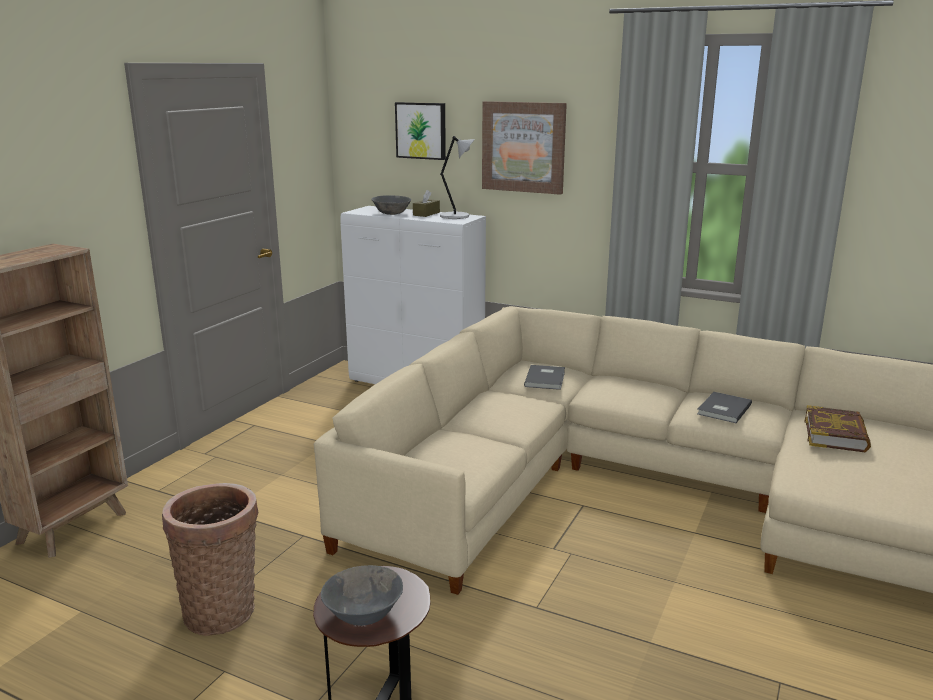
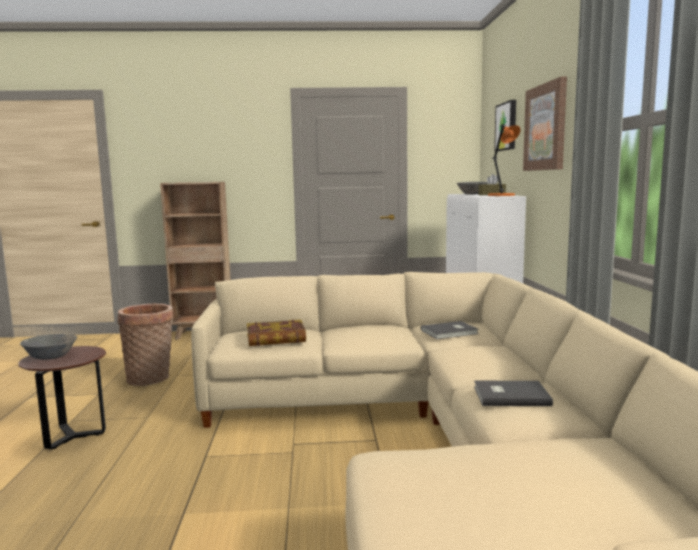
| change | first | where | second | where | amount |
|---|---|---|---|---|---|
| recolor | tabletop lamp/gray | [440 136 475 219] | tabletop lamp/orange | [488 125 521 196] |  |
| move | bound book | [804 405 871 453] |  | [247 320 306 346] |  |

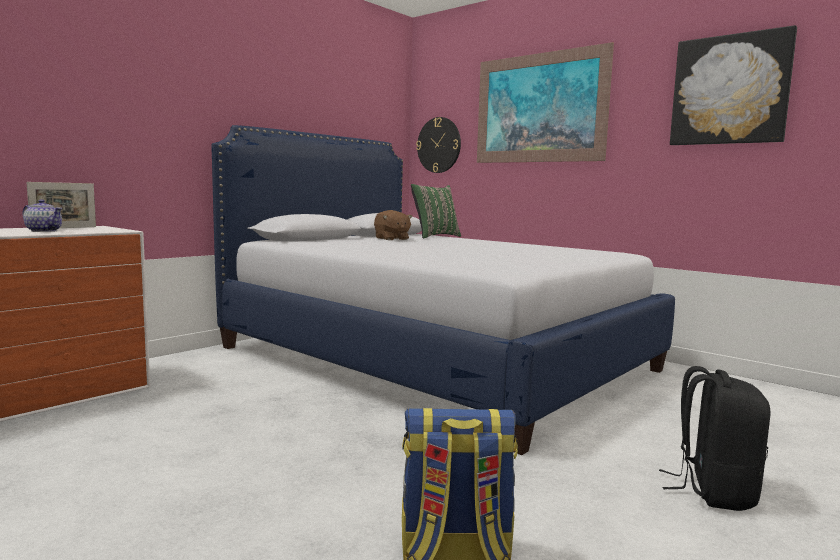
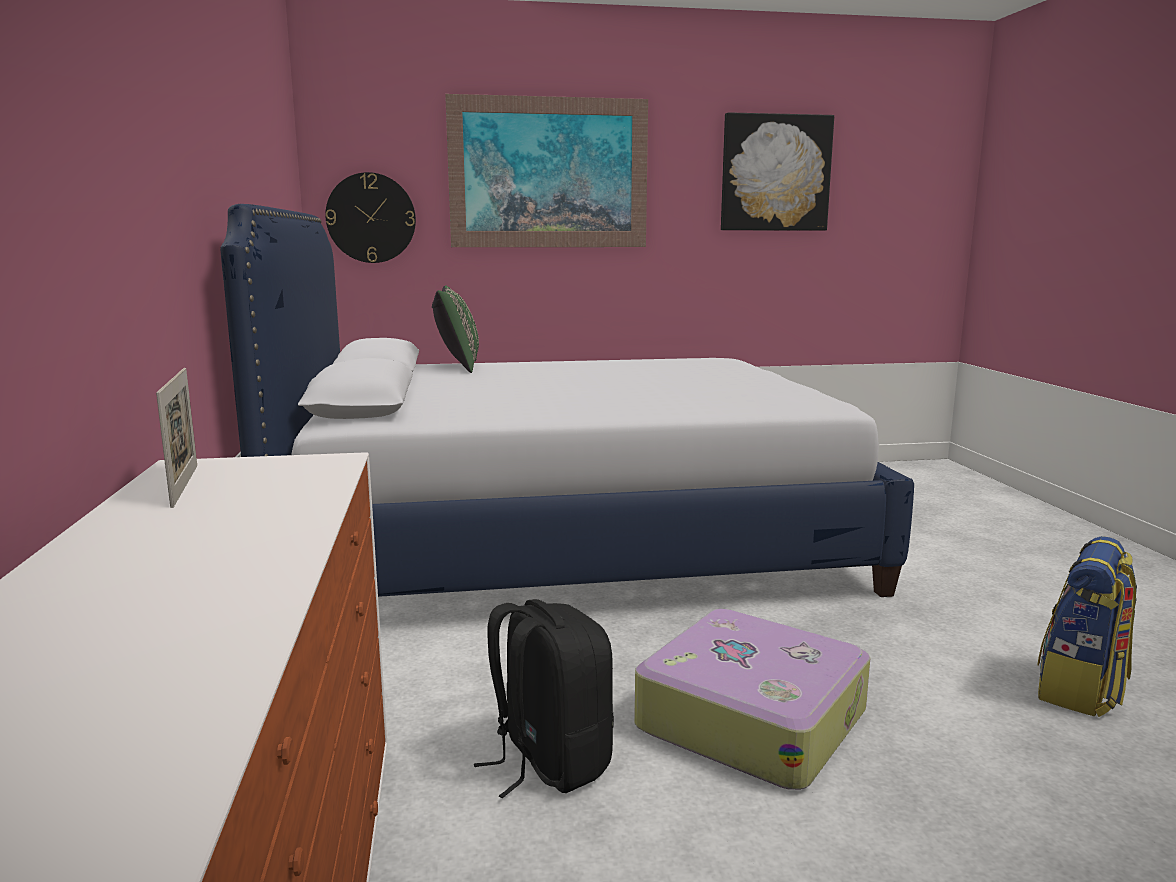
| change | first | where | second | where | amount |
|---|---|---|---|---|---|
| delete | tea pot | [23 199 62 232] |  |  |  |
| delete | plush toy/brown-coloured | [374 210 412 240] |  |  |  |
| move | rucksack/black | [659 366 770 511] |  | [474 599 614 798] |  |
| insert |  |  | suitcase | [634 609 870 790] |  |

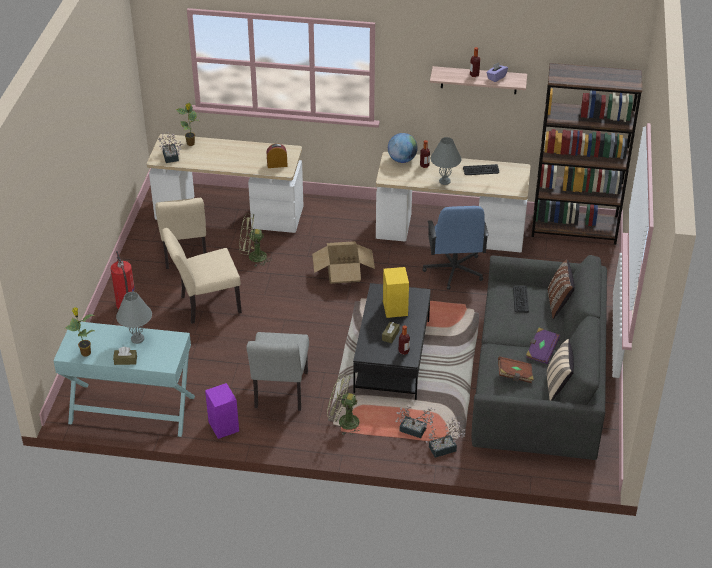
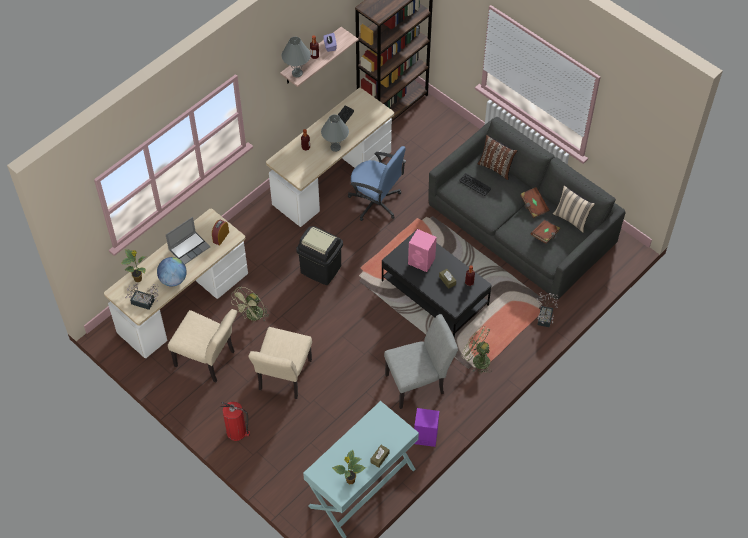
| change | first | where | second | where | amount |
|---|---|---|---|---|---|
| move | tabletop lamp/gray | [116 292 152 344] |  | [282 37 311 77] |  |
| rotate | plain chair/gray | [246 332 309 411] |  | [384 314 458 409] | 60 degrees counterclockwise |
| replace | carton | [312 241 375 284] | rubbish bin/black | [296 226 343 285] |  |
| rotate | electric fan/green-coloured | [327 374 361 435] |  | [462 326 490 374] | 75 degrees clockwise |
| recolor | loudspeaker/yellow | [383 267 409 318] | loudspeaker/pink-coloured | [408 229 437 272] |  |
| move | globe | [388 133 418 163] |  | [157 257 187 287] |  |
| delete | potted plant | [395 406 435 438] |  |  |  |
| recolor | bound book/purplish | [526 328 560 364] | bound book/brown-coloured | [520 187 549 218] |  |
| insert |  |  | portable computer | [166 217 210 264] |  |

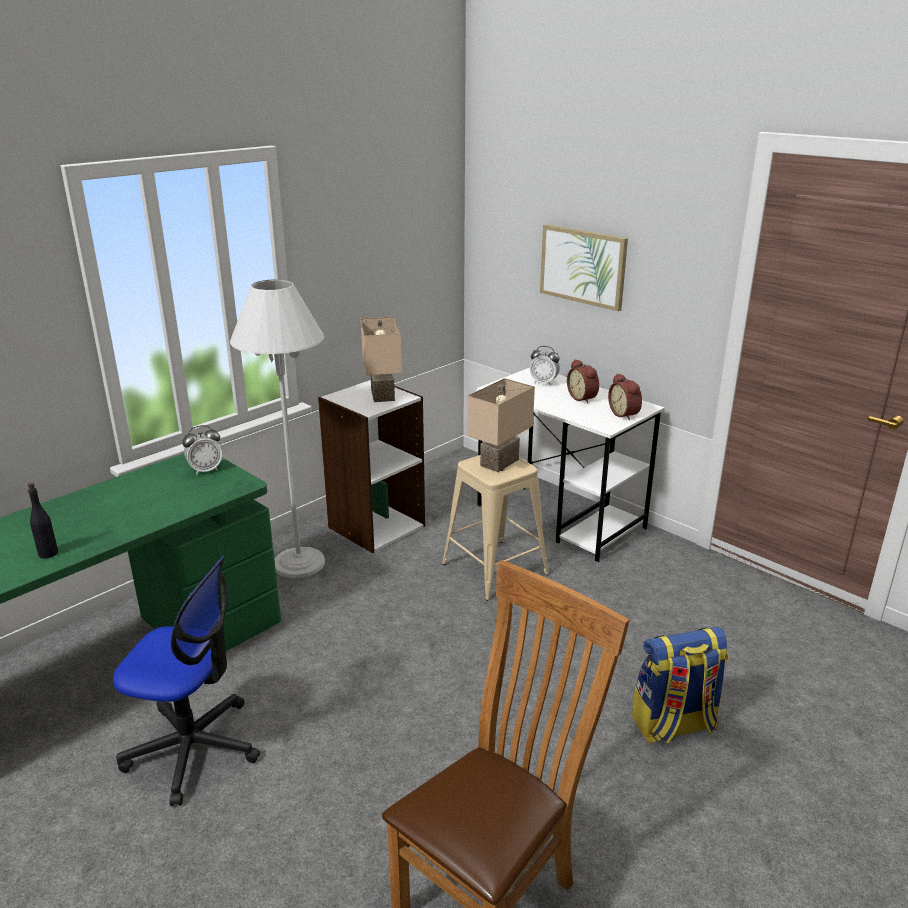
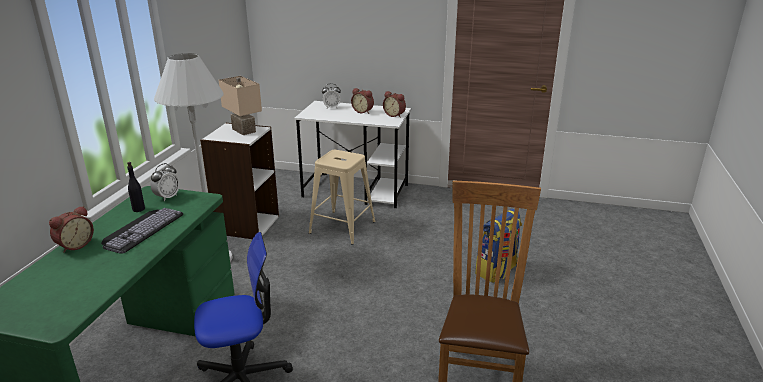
| change | first | where | second | where | amount |
|---|---|---|---|---|---|
| move | drink bottle/black | [28 482 58 559] |  | [127 162 145 212] |  |
| delete | tabletop lamp/sand-coloured | [467 378 535 472] |  |  |  |
| delete | wall picture | [540 224 628 311] |  |  |  |
| insert |  |  | bedside clock | [49 206 94 253] |  |
| insert |  |  | keyboard | [101 208 183 253] |  |

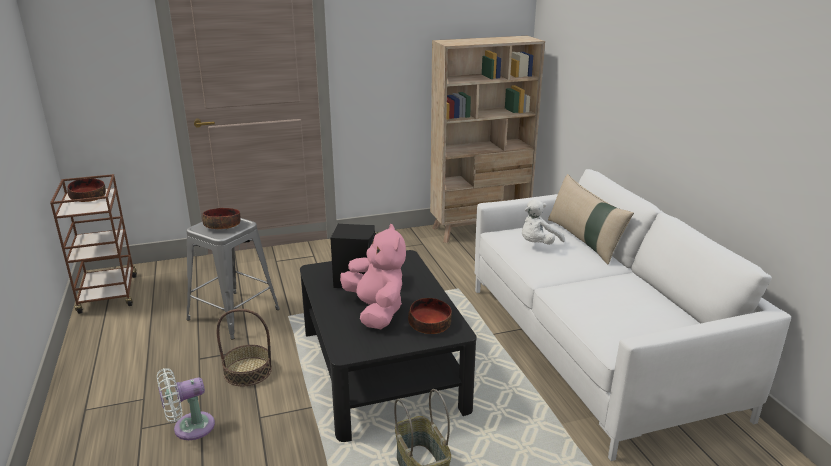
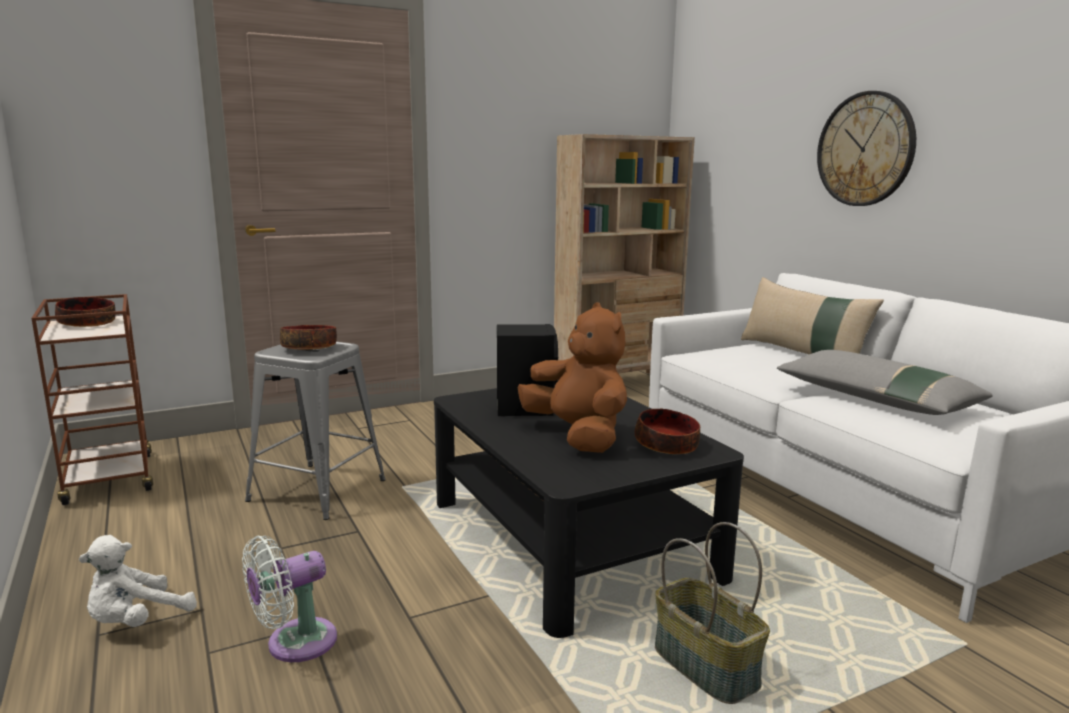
| change | first | where | second | where | amount |
|---|---|---|---|---|---|
| delete | basket | [217 309 272 386] |  |  |  |
| recolor | plush toy/pink-coloured | [340 224 406 329] | plush toy/brown-coloured | [517 302 627 453] |  |
| move | plush toy/white | [522 199 565 245] |  | [79 535 197 627] |  |
| insert |  |  | pillow/gray | [777 350 993 415] |  |
| insert |  |  | clock on the wall | [817 91 916 206] |  |

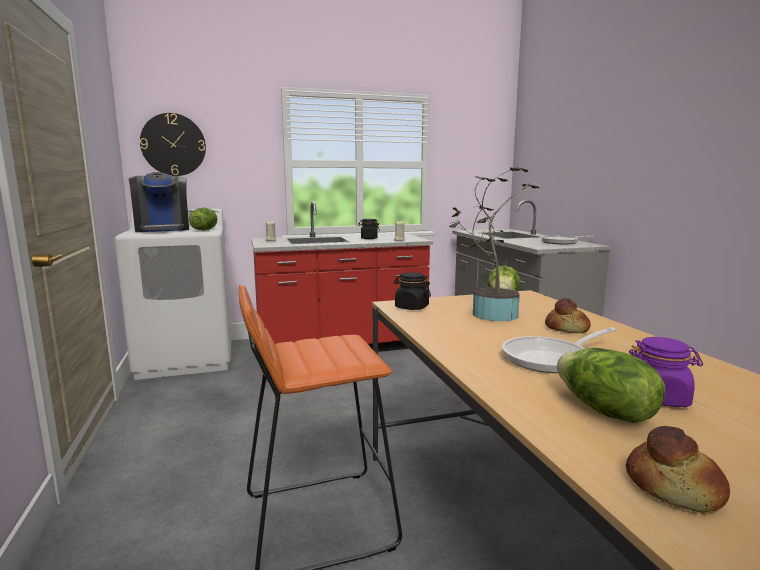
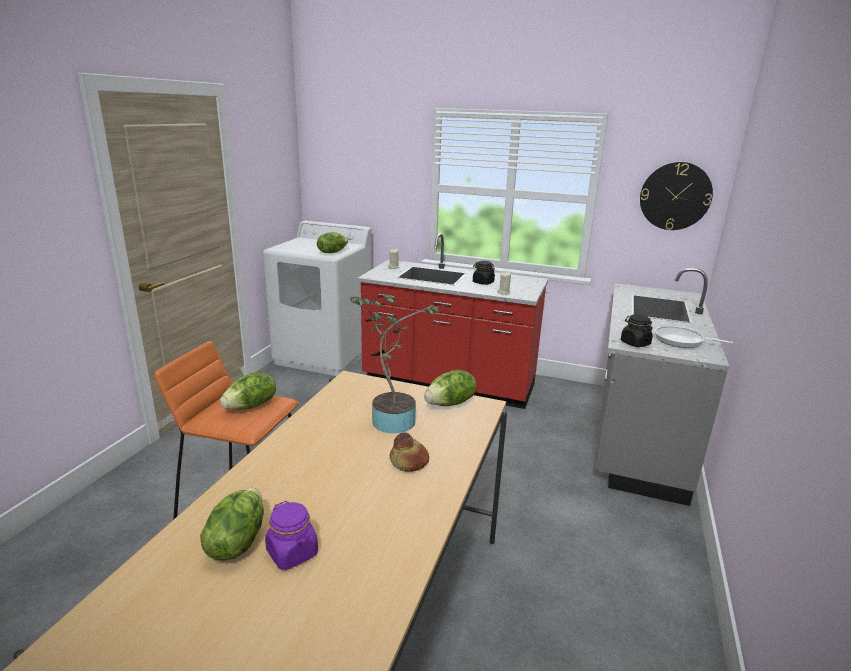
| change | first | where | second | where | amount |
|---|---|---|---|---|---|
| delete | coffee brewer | [129 172 189 232] |  |  |  |
| move | clock on the wall | [140 113 206 176] |  | [640 162 713 230] |  |
| move | jar/black | [394 272 431 310] |  | [621 314 653 347] |  |
| delete | skillet | [502 327 617 373] |  |  |  |
| delete | bakery bread | [626 426 730 513] |  |  |  |
| insert |  |  | lettuce head | [220 372 276 410] |  |

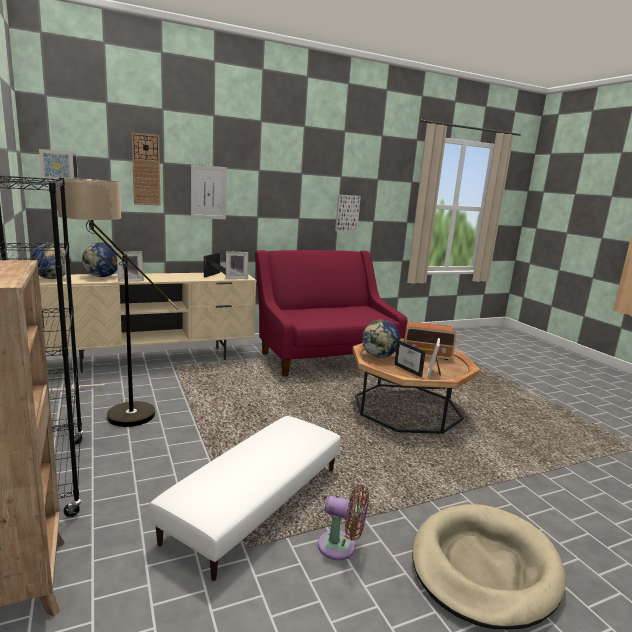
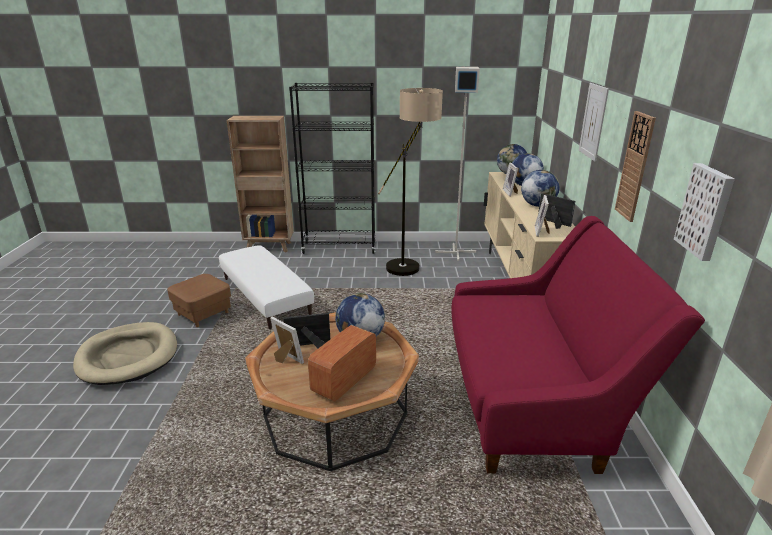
| change | first | where | second | where | amount |
|---|---|---|---|---|---|
| move | clock on the wall | [132 133 160 206] |  | [615 111 656 222] |  |
| replace | electric fan/brown-coloured | [318 485 369 560] | ottoman/brown-coloured | [167 274 231 327] |  |
| insert |  |  | globe | [521 170 559 207] |  |

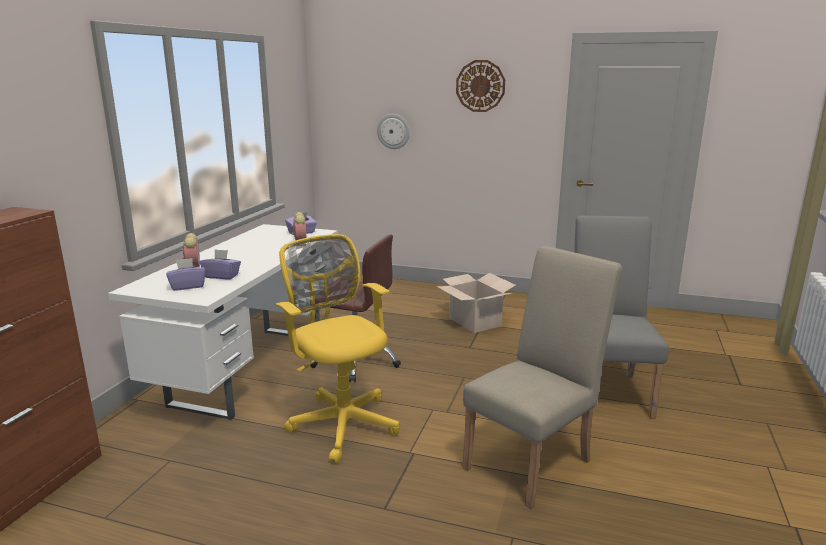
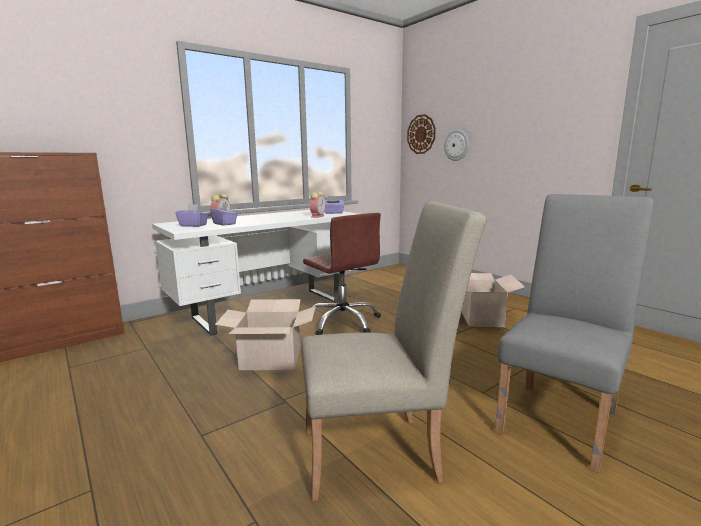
| change | first | where | second | where | amount |
|---|---|---|---|---|---|
| replace | desk chair/yellow | [275 234 399 463] | carton | [215 299 316 370] |  |
| move | clock on the wall | [456 60 505 112] |  | [407 114 436 154] |  |

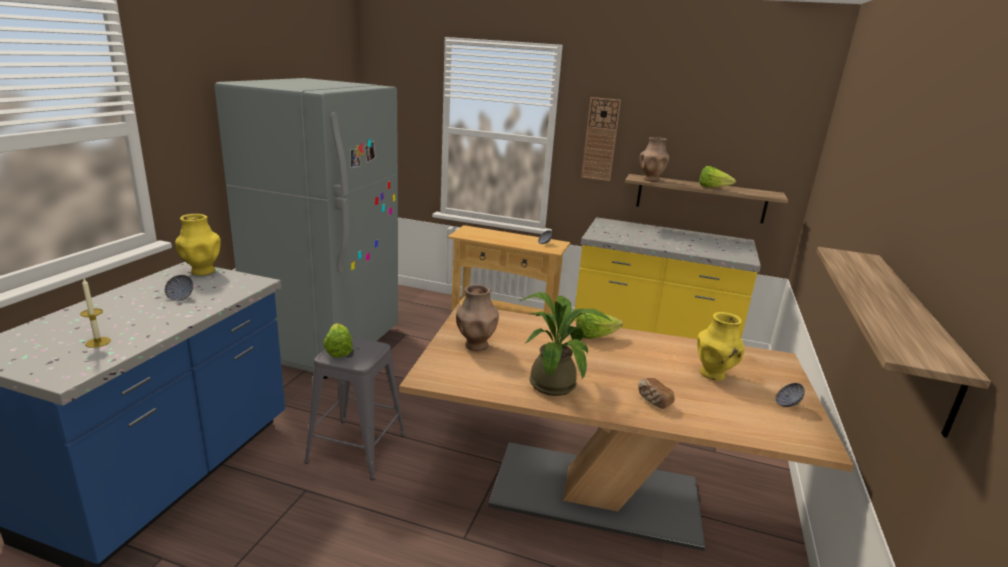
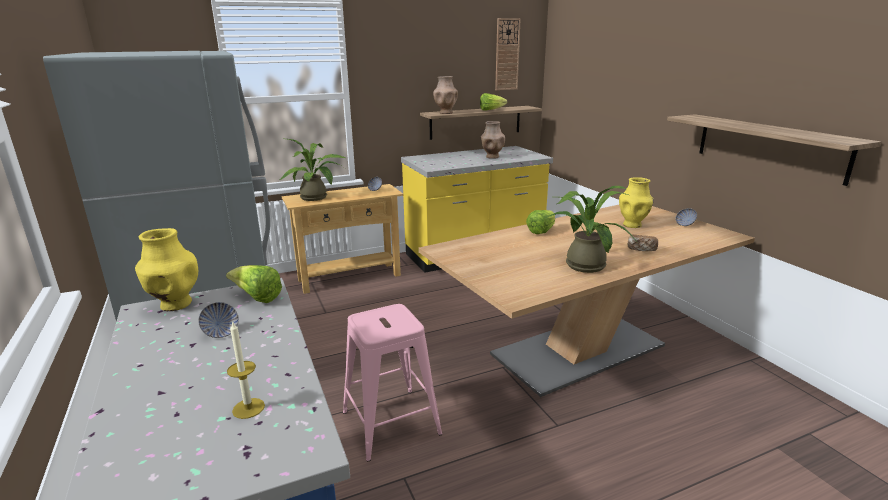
| change | first | where | second | where | amount |
|---|---|---|---|---|---|
| recolor | stool seat/gray | [304 337 405 480] | stool seat/pink-coloured | [343 304 442 461] |  |
| move | lettuce head | [323 323 353 358] |  | [226 265 282 303] |  |
| move | vase/brown-coloured | [456 284 499 351] |  | [481 121 505 159] |  |
| move | clock on the wall | [581 97 621 181] |  | [495 18 521 90] |  |
| insert |  |  | potted plant | [280 138 345 201] |  |

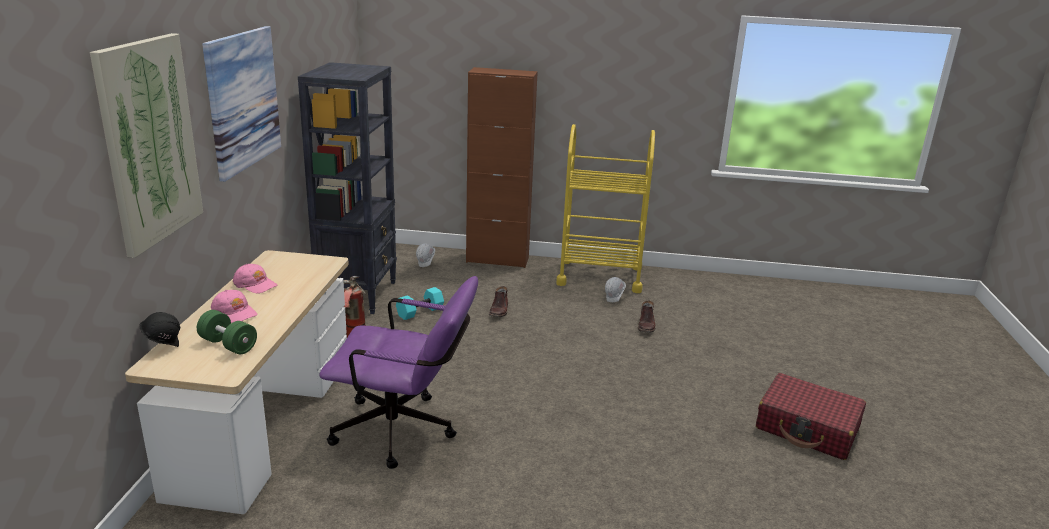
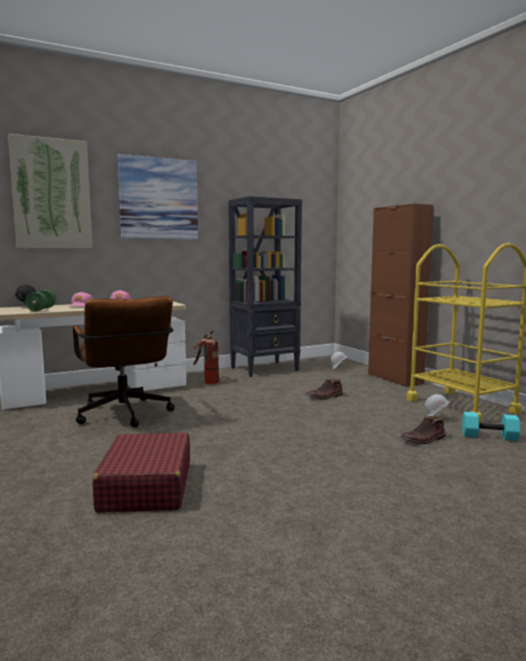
| change | first | where | second | where | amount |
|---|---|---|---|---|---|
| recolor | desk chair/purplish | [319 276 478 469] | desk chair/brown-coloured | [73 296 175 427] |  |
| move | dumbbell/blue-green | [396 287 444 320] |  | [462 412 520 441] |  |
| move | suitcase/reddish | [756 373 866 460] |  | [92 433 190 513] |  |

